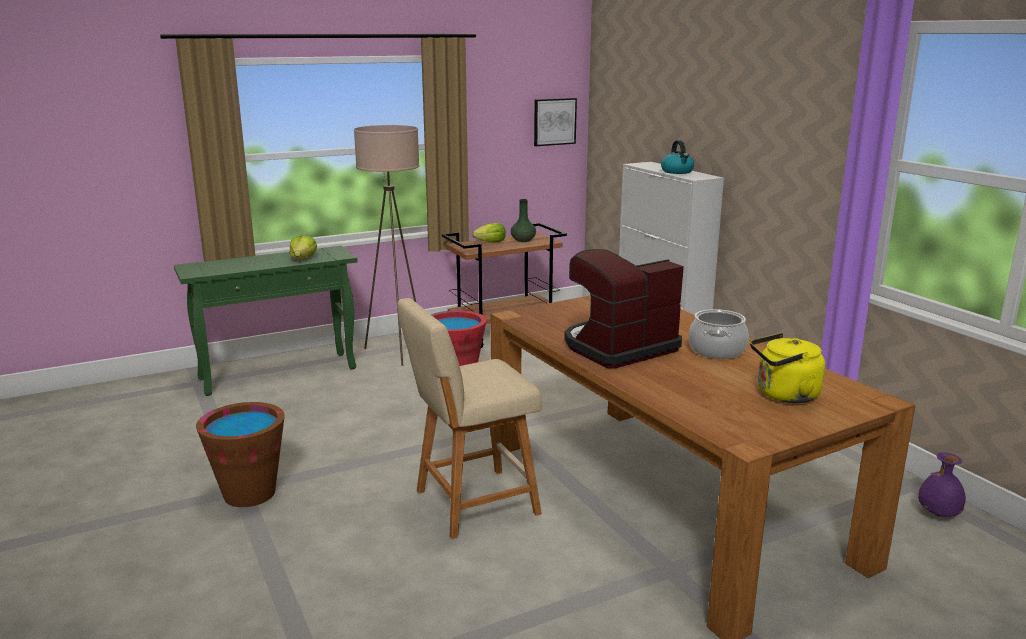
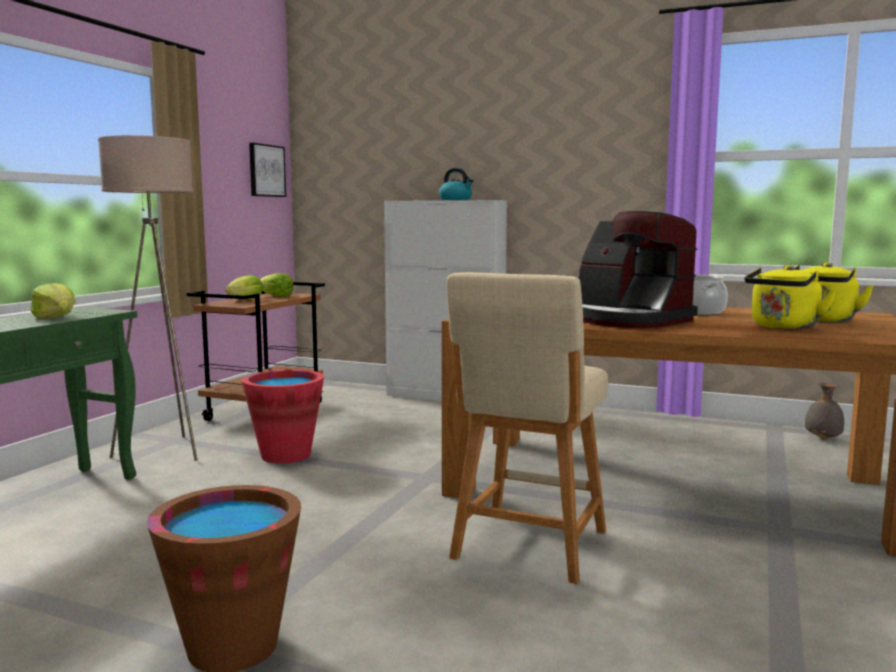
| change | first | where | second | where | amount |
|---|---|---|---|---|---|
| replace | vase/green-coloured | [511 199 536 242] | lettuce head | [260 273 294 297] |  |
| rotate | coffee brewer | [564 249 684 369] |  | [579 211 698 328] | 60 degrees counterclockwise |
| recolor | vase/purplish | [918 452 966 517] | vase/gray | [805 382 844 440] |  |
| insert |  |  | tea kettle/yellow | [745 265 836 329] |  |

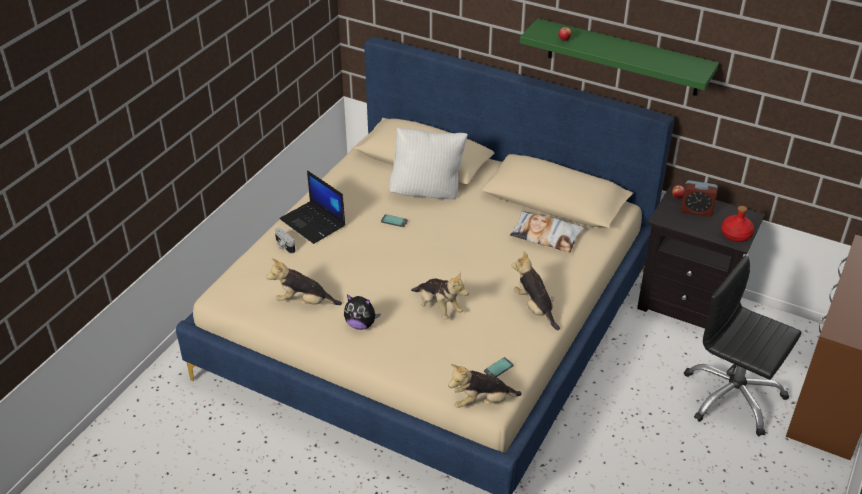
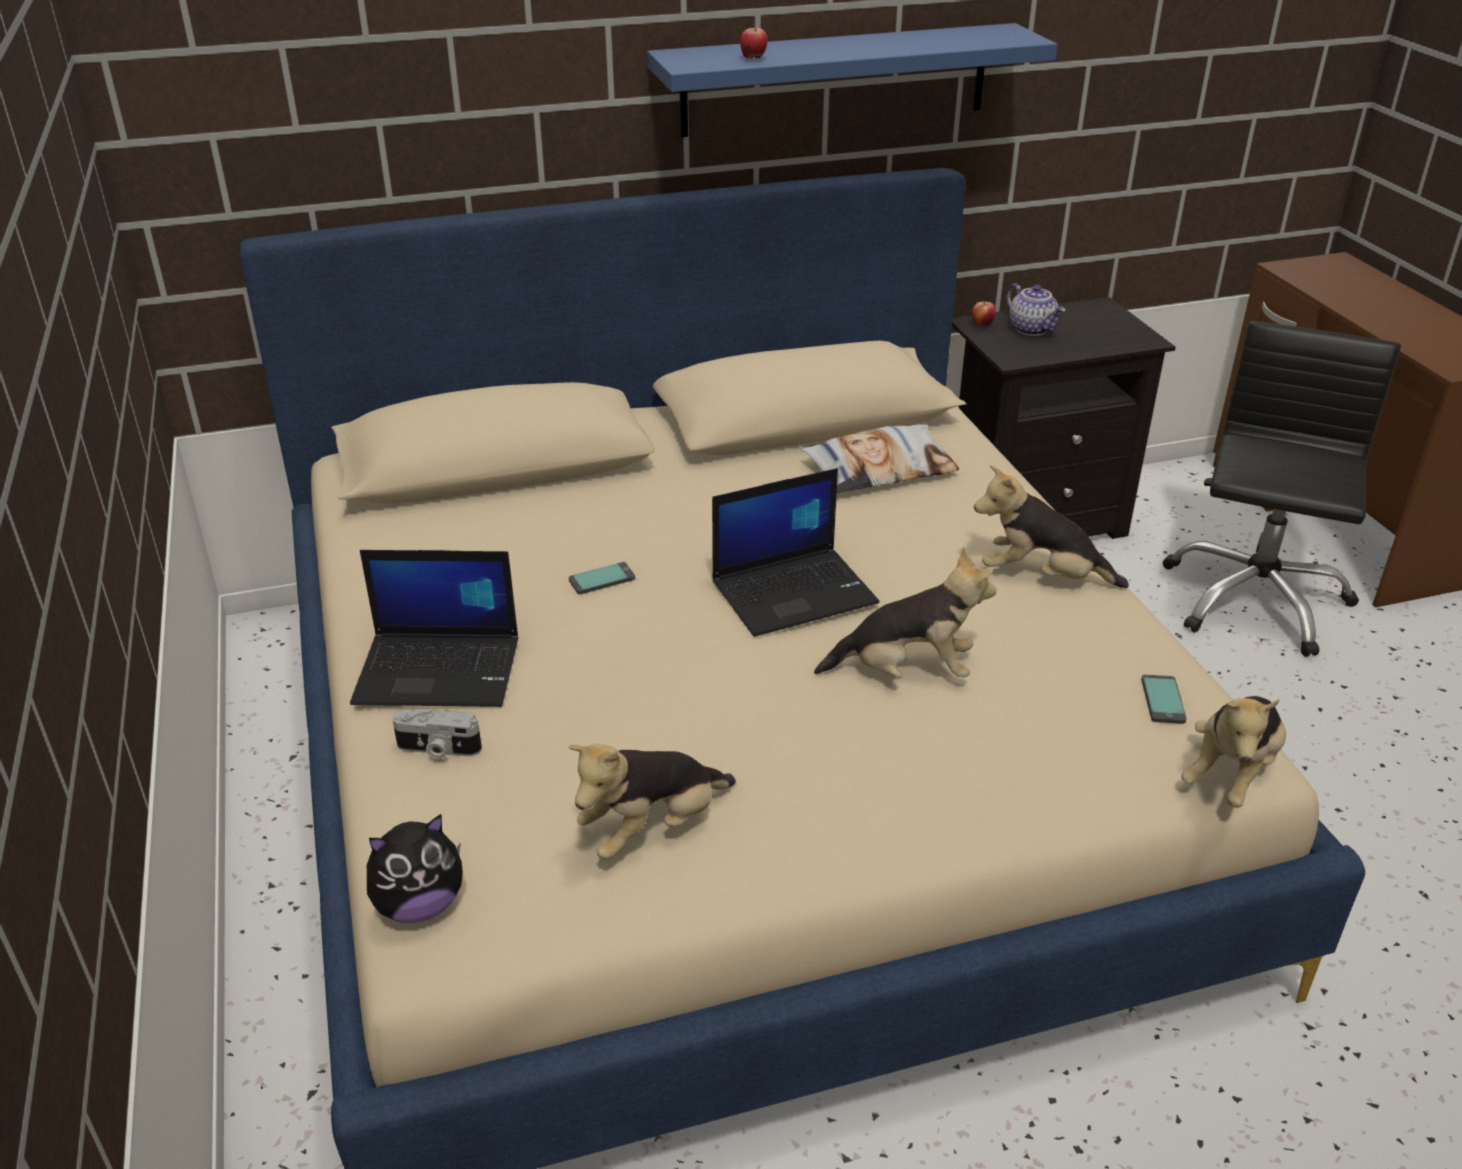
| change | first | where | second | where | amount |
|---|---|---|---|---|---|
| move | plush toy | [344 295 381 330] |  | [367 814 463 923] |  |
| delete | pillow/white | [390 128 468 199] |  |  |  |
| recolor | shelf/green-coloured | [520 18 719 96] | shelf/bluish | [647 23 1058 137] |  |
| replace | bedside clock | [681 180 718 217] | tea pot | [1006 283 1065 336] |  |
| rotate | desk chair/black | [684 255 802 436] |  | [1163 321 1401 657] | 120 degrees clockwise |
| delete | drink bottle/reddish | [721 206 754 242] |  |  |  |
| insert |  |  | portable computer | [712 468 879 637] |  |

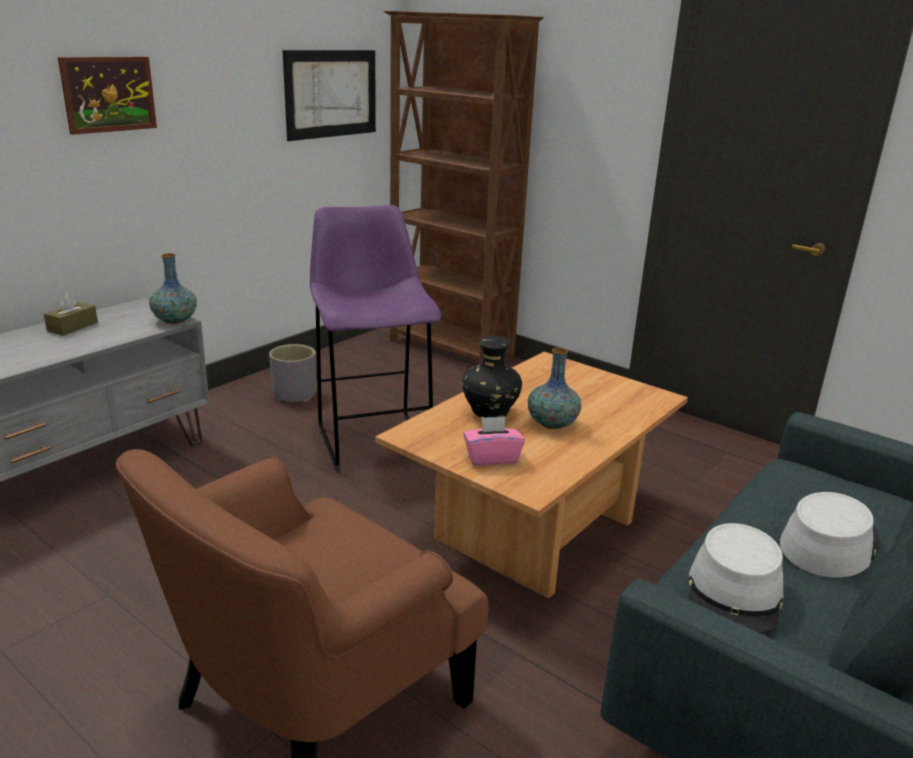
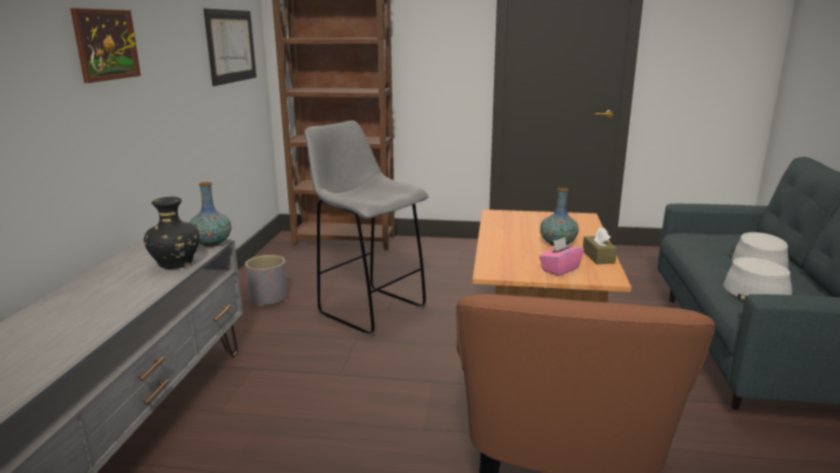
| change | first | where | second | where | amount |
|---|---|---|---|---|---|
| move | tissue box/brown-coloured | [44 292 98 336] |  | [583 227 617 264] |  |
| recolor | stool seat/purplish | [310 205 441 470] | stool seat/gray | [305 120 428 337] |  |
| move | vase/black | [462 336 522 418] |  | [144 197 200 269] |  |

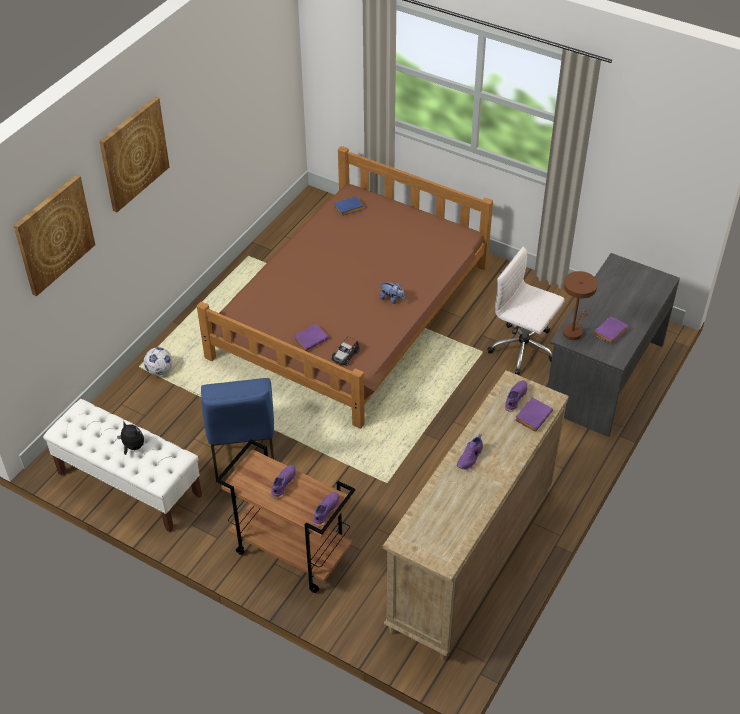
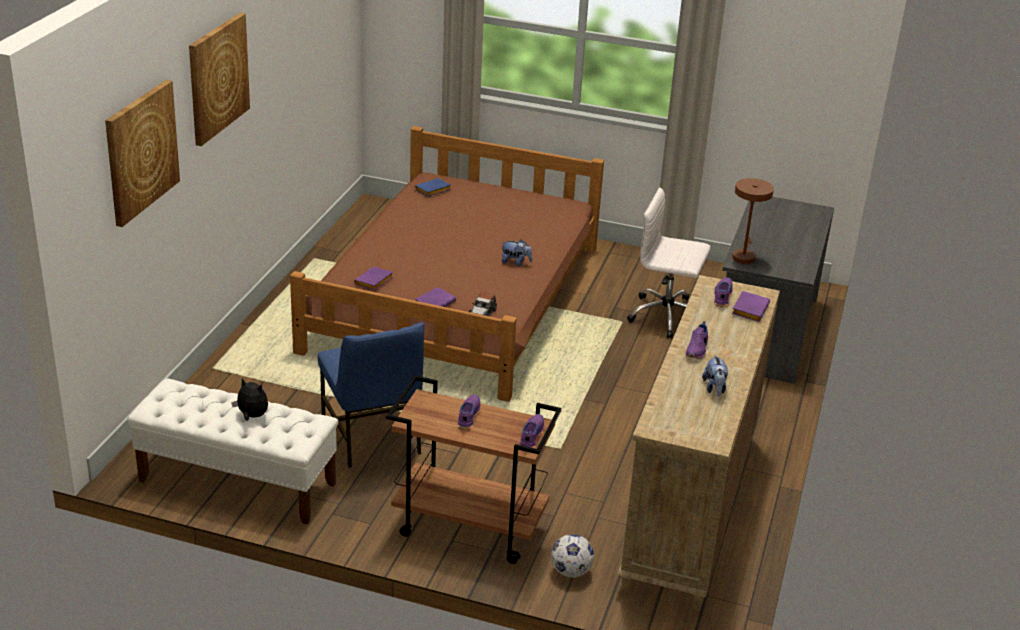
| change | first | where | second | where | amount |
|---|---|---|---|---|---|
| move | football | [144 347 172 376] |  | [551 534 594 578] |  |
| move | bound book/purplish | [593 316 629 344] |  | [354 267 393 291] |  |
| insert |  |  | plush toy | [702 355 728 396] |  |

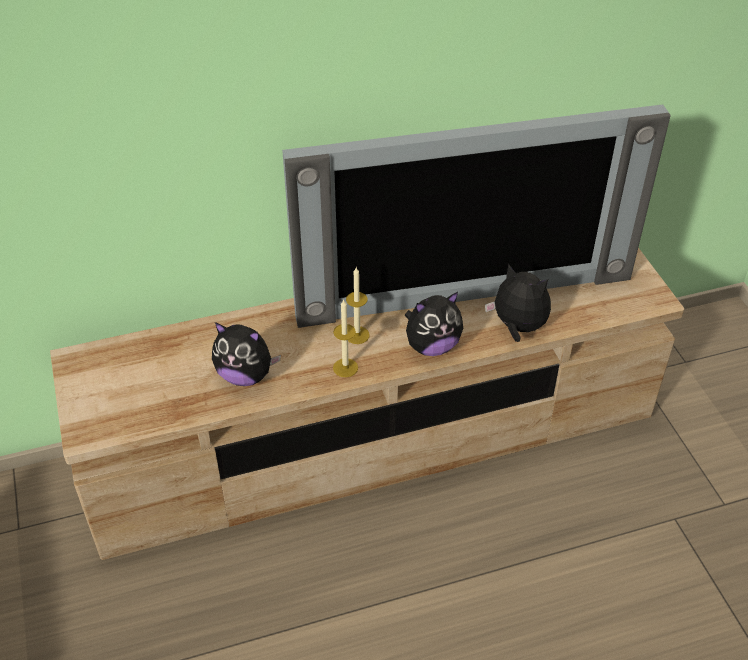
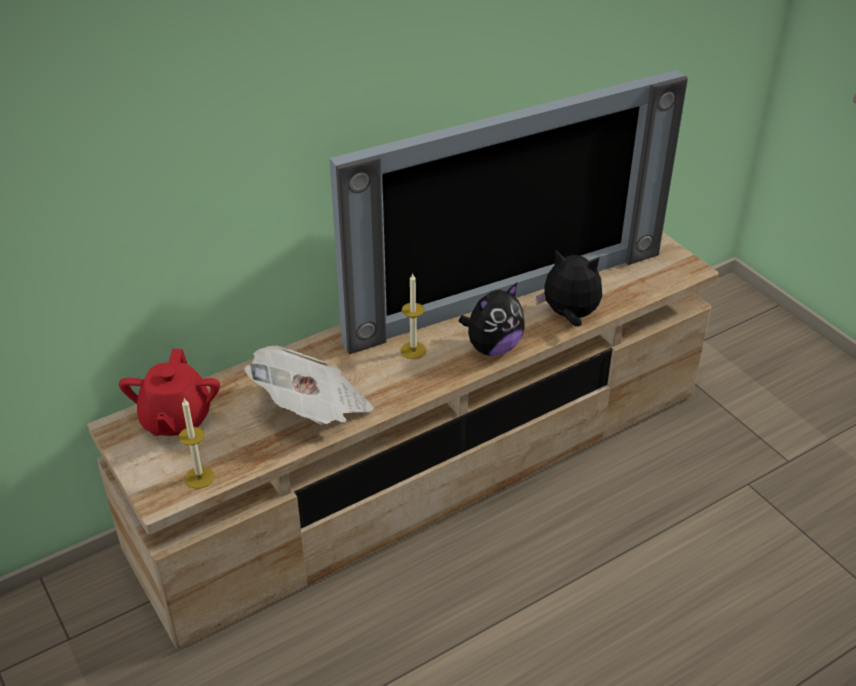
| change | first | where | second | where | amount |
|---|---|---|---|---|---|
| replace | plush toy | [212 322 281 386] | printed paper | [244 345 374 425] |  |
| move | candle | [333 299 358 377] |  | [179 398 214 489] |  |
| insert |  |  | tea pot/reddish | [119 349 220 436] |  |

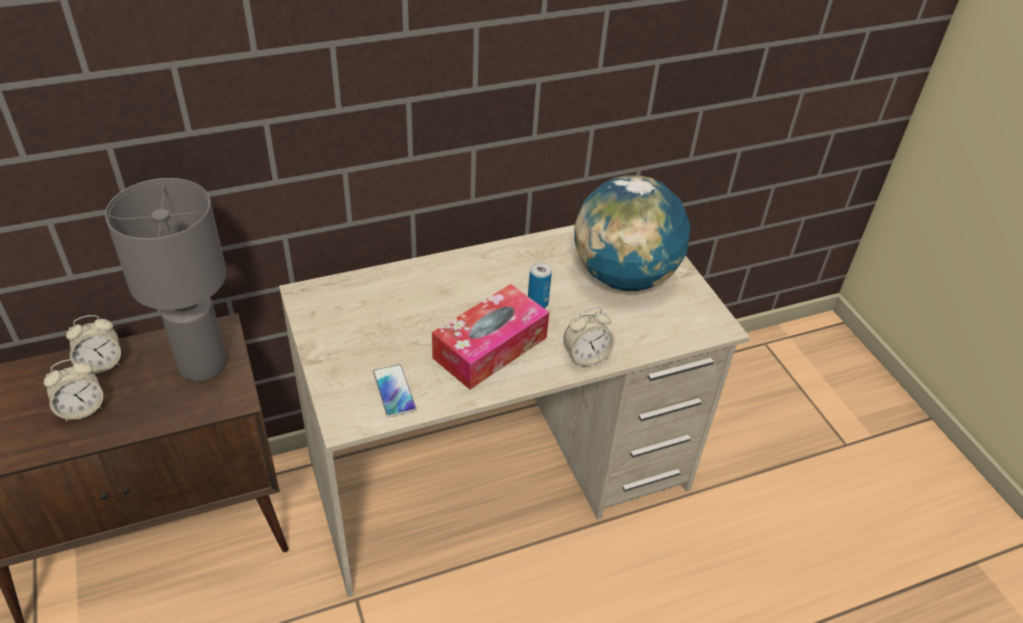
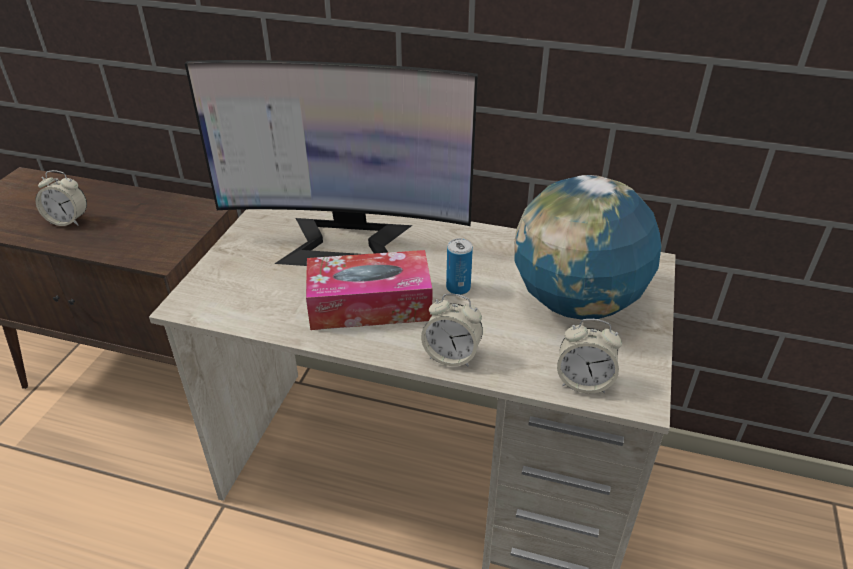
| change | first | where | second | where | amount |
|---|---|---|---|---|---|
| move | bedside clock | [66 315 121 373] |  | [557 319 622 393] |  |
| delete | tabletop lamp/gray | [105 178 227 382] |  |  |  |
| delete | handset | [373 364 417 417] |  |  |  |
| insert |  |  | computer screen | [185 60 478 266] |  |

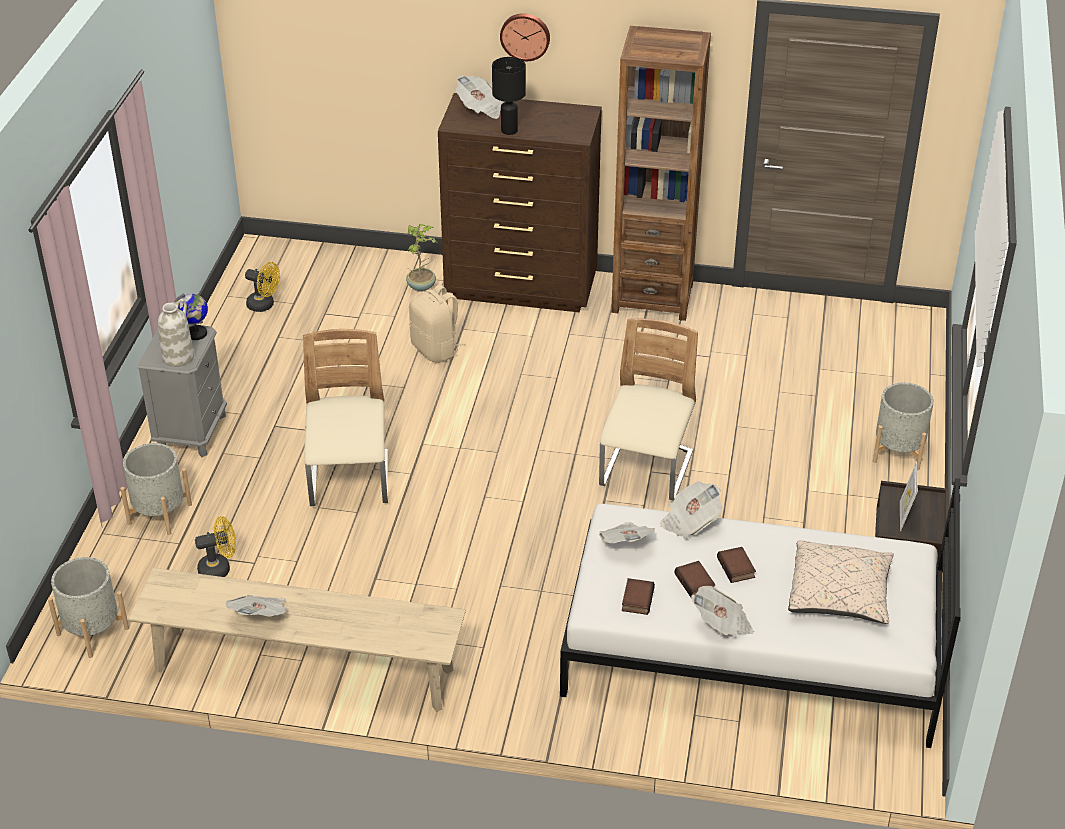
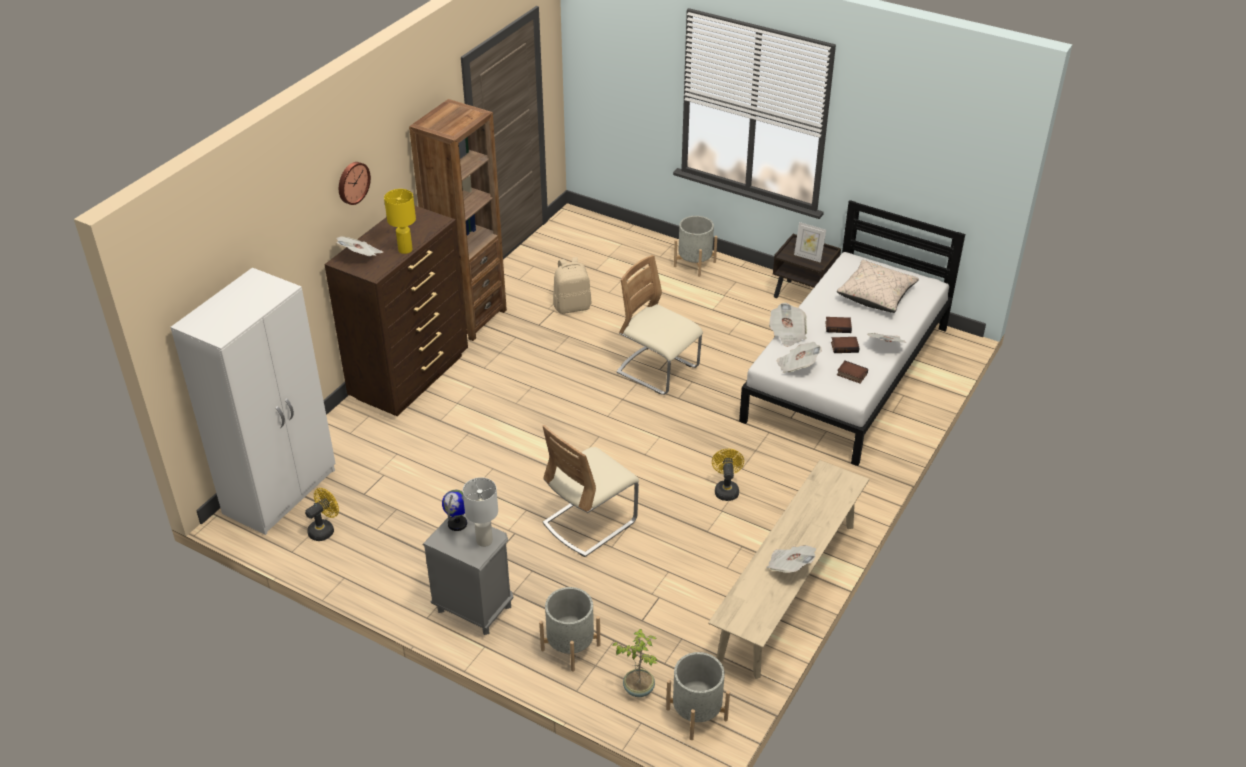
| change | first | where | second | where | amount |
|---|---|---|---|---|---|
| replace | vase/white | [158 299 194 367] | tabletop lamp/white | [463 477 498 547] |  |
| move | electric fan/yellow | [195 516 236 577] |  | [712 449 744 501] |  |
| rotate | plain chair/sand-coloured | [303 329 388 506] |  | [543 425 639 557] | 60 degrees counterclockwise |
| move | potted plant | [406 224 437 292] |  | [613 629 657 697] |  |
| move | rucksack/sand-coloured | [409 284 465 363] |  | [553 257 592 314] |  |
| recolor | tabletop lamp/black | [492 57 526 135] | tabletop lamp/yellow | [384 189 416 254] |  |
| insert |  |  | wardrobe/white | [170 268 335 535] |  |

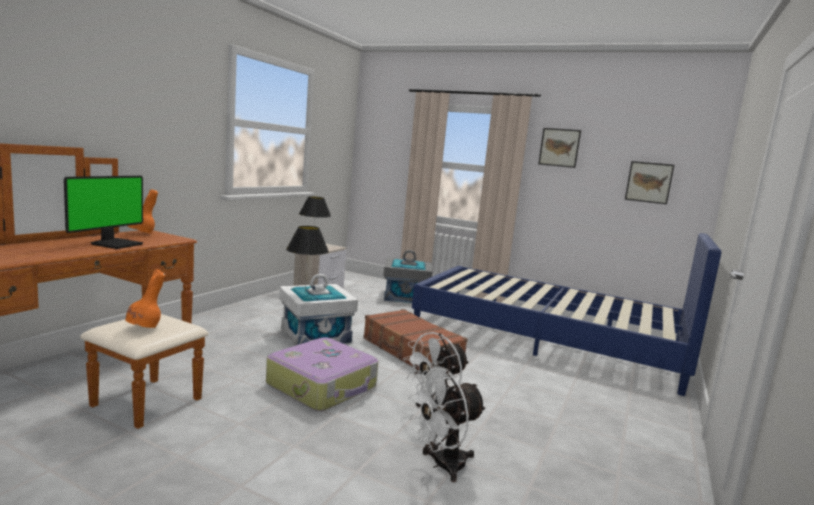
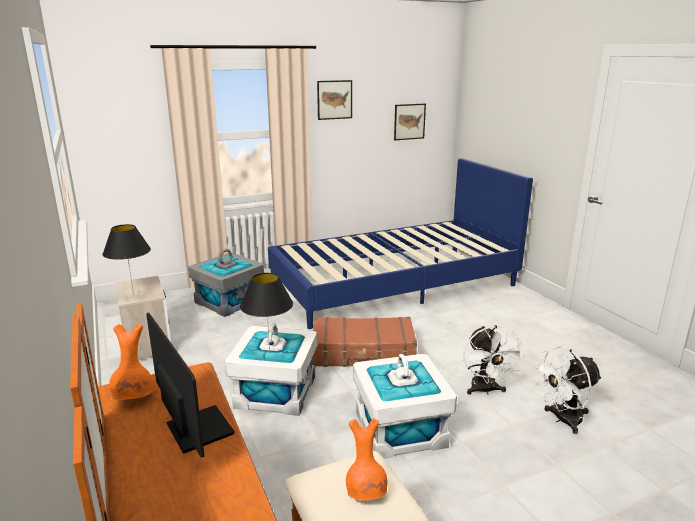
| change | first | where | second | where | amount |
|---|---|---|---|---|---|
| replace | suitcase | [266 337 378 411] | storage bin/white | [353 354 457 459] |  |
| rotate | electric fan/white | [407 368 487 482] |  | [533 346 602 434] | 60 degrees clockwise |

